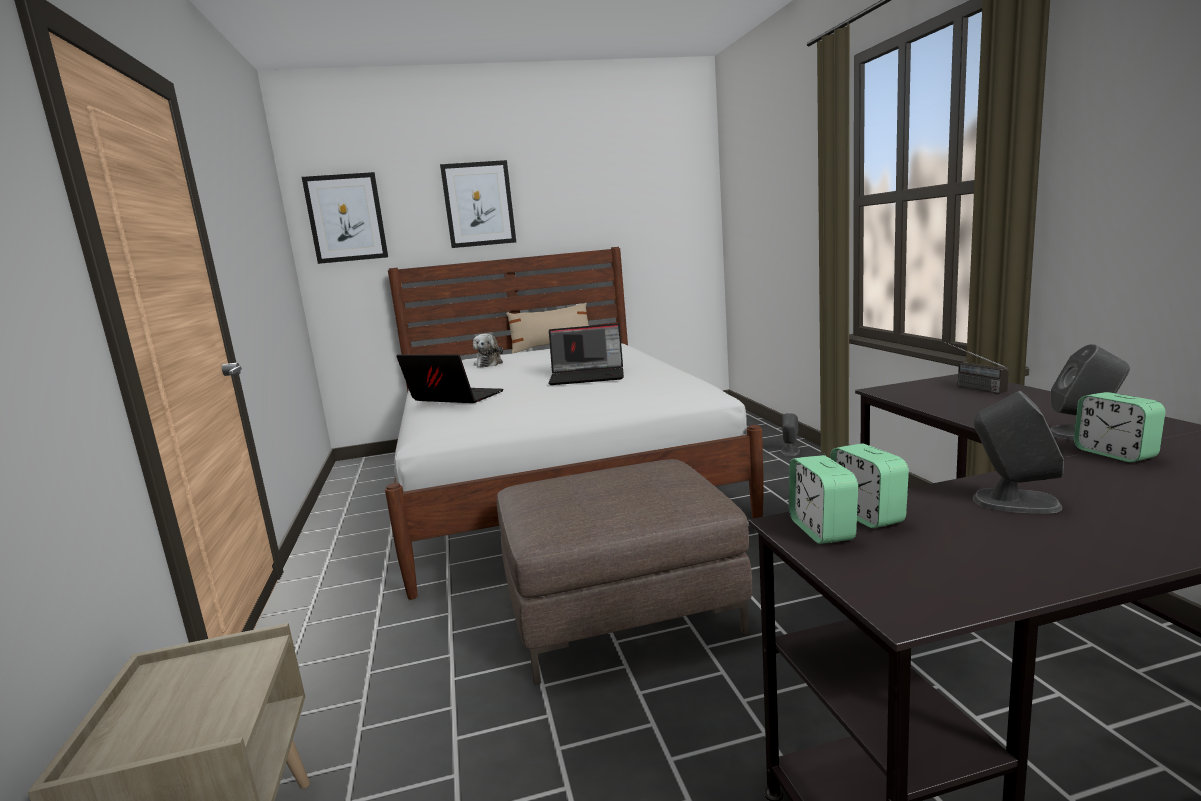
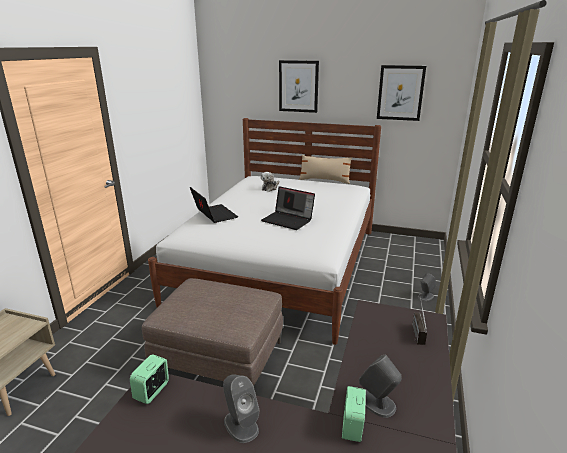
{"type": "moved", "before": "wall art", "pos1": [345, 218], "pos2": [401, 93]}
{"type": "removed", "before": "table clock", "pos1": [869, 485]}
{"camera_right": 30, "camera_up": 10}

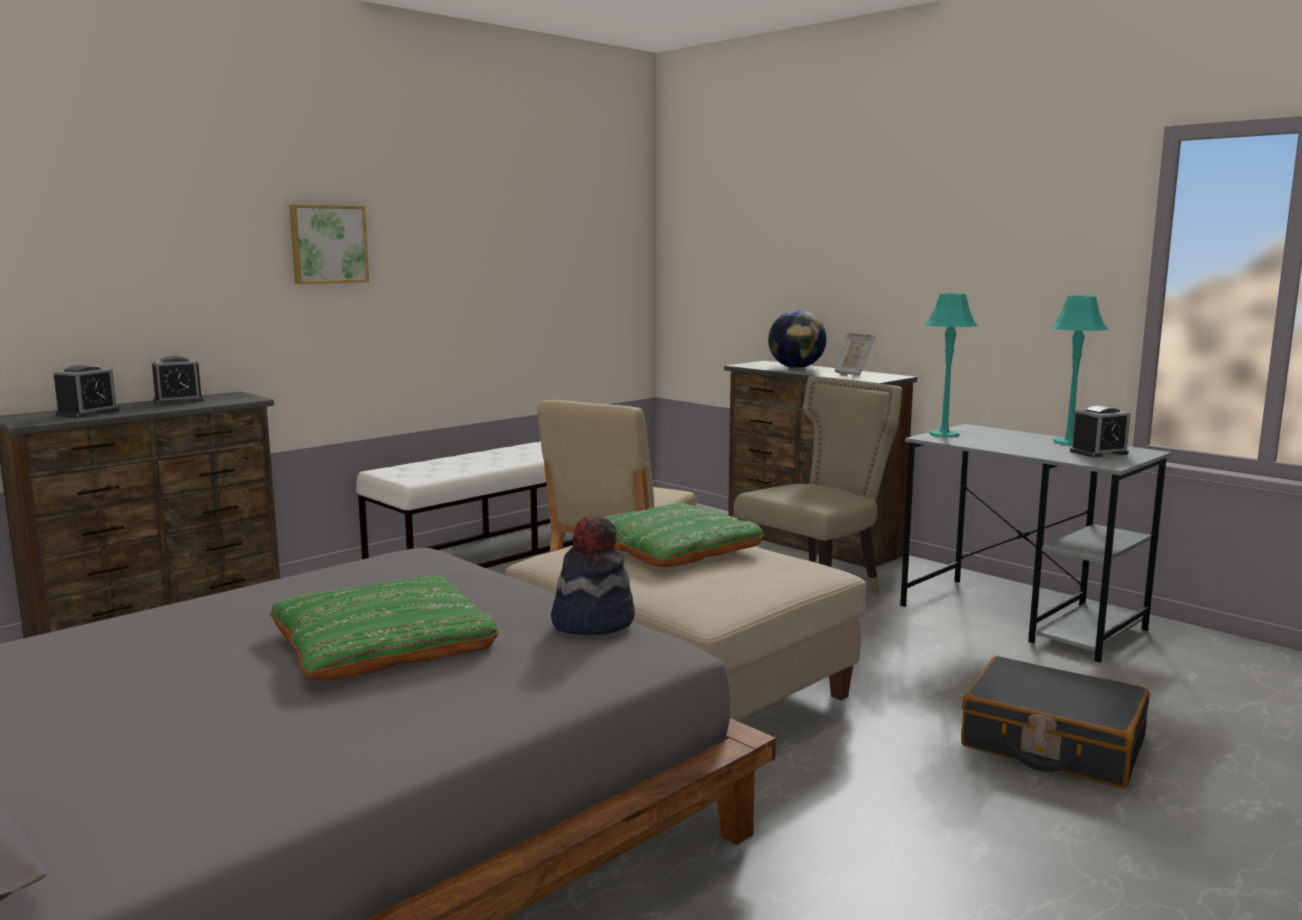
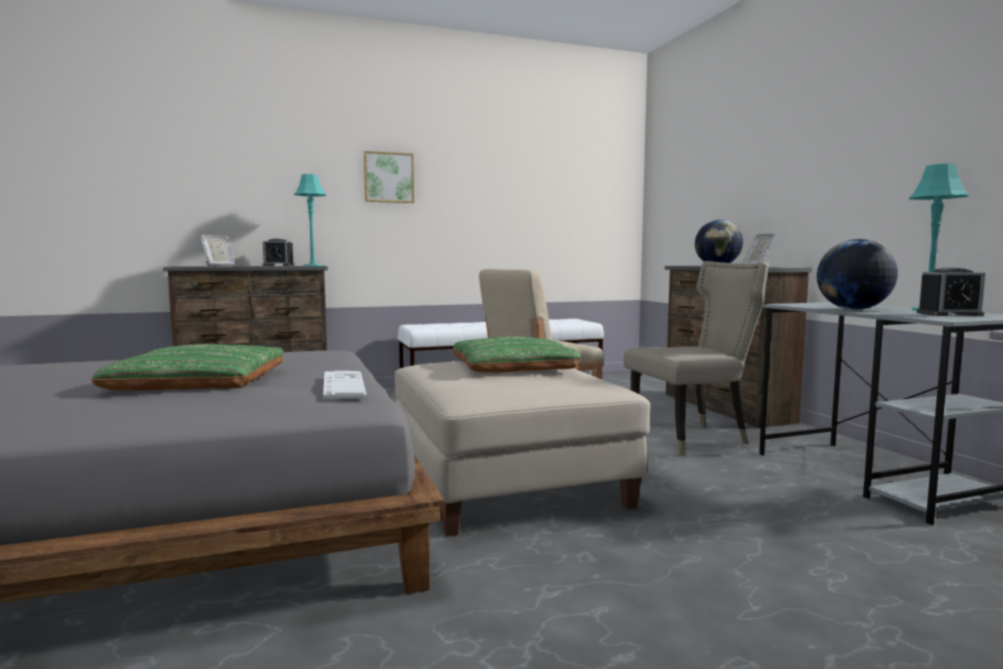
{"type": "replaced", "before": "table clock", "after": "picture frame", "pos1": [86, 391], "pos2": [217, 250]}
{"type": "replaced", "before": "hat", "after": "PC keyboard", "pos1": [593, 575], "pos2": [345, 384]}
{"type": "moved", "before": "blue-green lamp for a table", "pos1": [951, 365], "pos2": [310, 220]}
{"type": "removed", "before": "black travel case", "pos1": [1055, 722]}
{"type": "added", "after": "world globe", "pos2": [857, 274]}
{"camera_right": 25, "camera_up": -5}

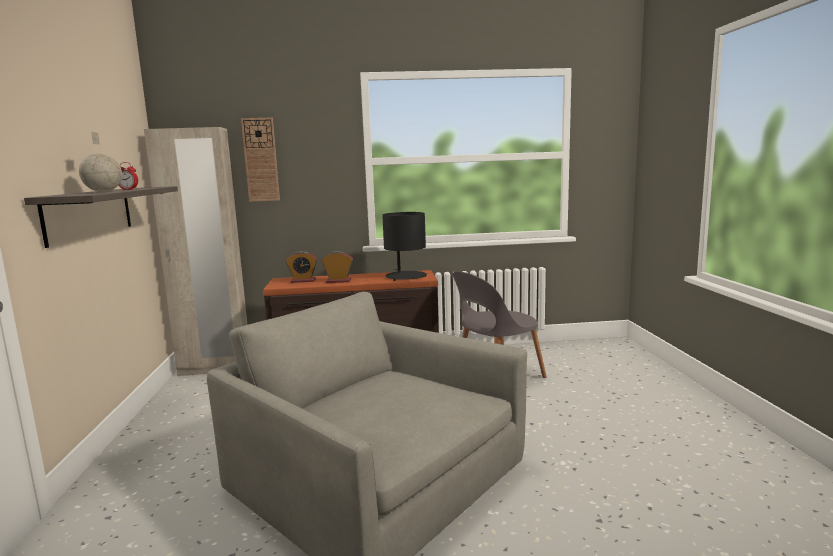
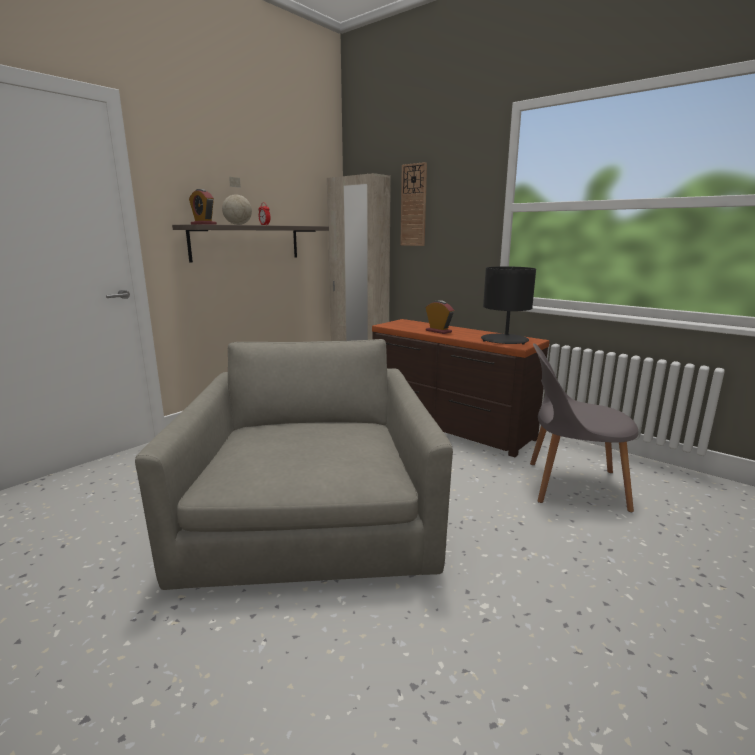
{"type": "moved", "before": "table clock", "pos1": [301, 267], "pos2": [203, 207]}
{"camera_right": 45, "camera_up": 5}

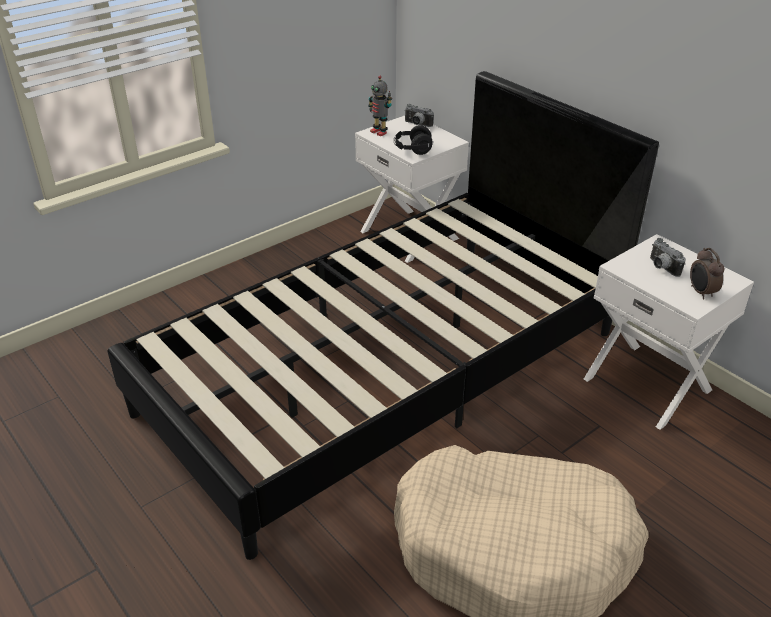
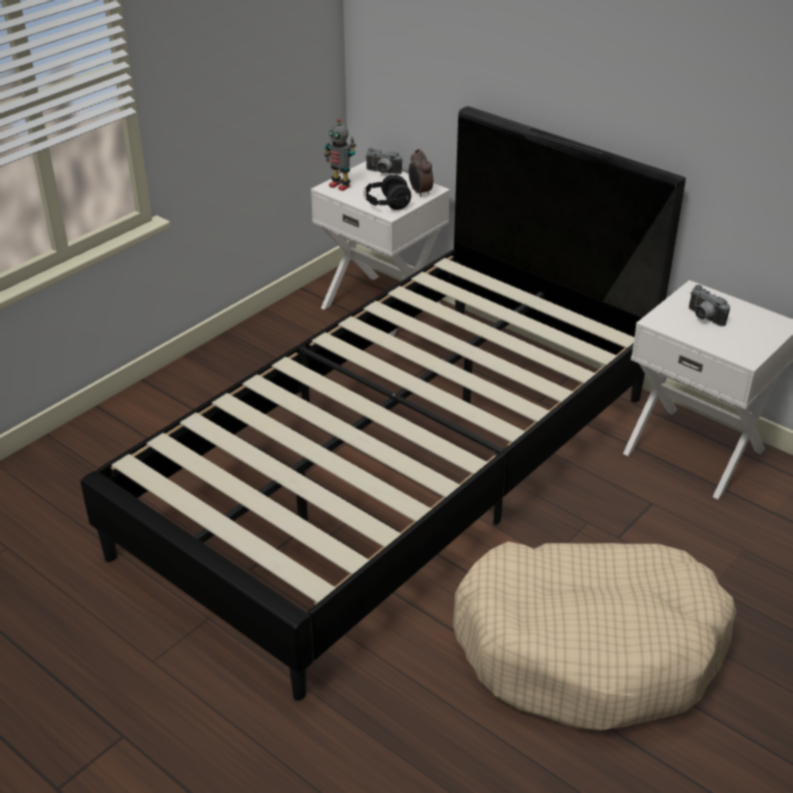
{"type": "moved", "before": "table clock", "pos1": [707, 274], "pos2": [421, 173]}
{"camera_right": -10, "camera_up": 0}

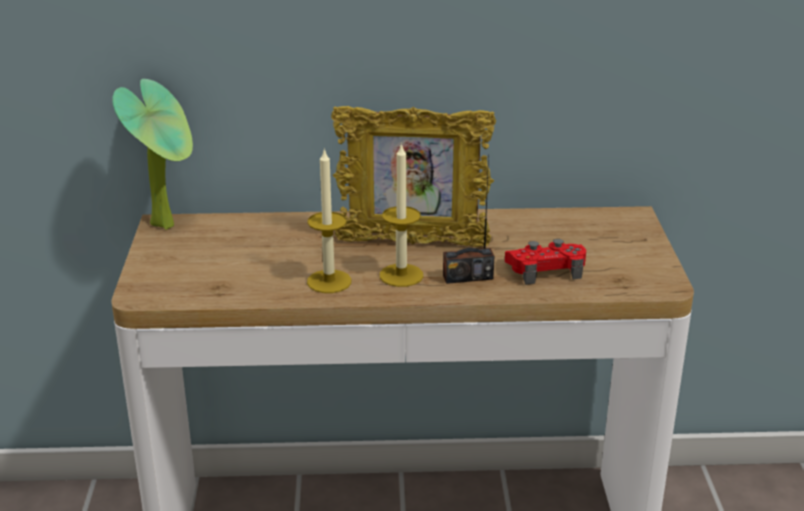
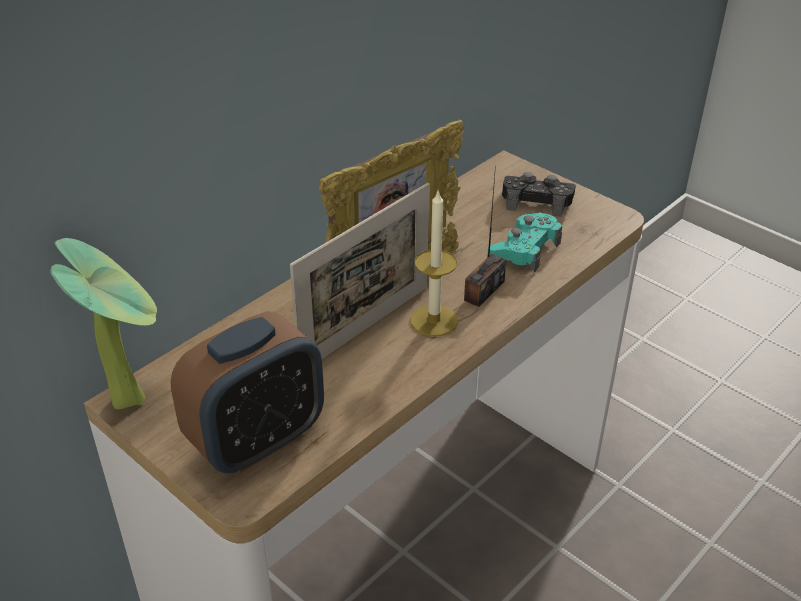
{"type": "removed", "before": "wax light", "pos1": [329, 220]}
{"type": "recoloured", "before": "reddish gamepad", "after": "blue-green gamepad", "pos1": [545, 262], "pos2": [524, 242]}
{"type": "added", "after": "table clock", "pos2": [247, 392]}
{"type": "added", "after": "picture frame", "pos2": [360, 271]}
{"type": "added", "after": "black gamepad", "pos2": [539, 194]}
{"camera_right": -45, "camera_up": 10}

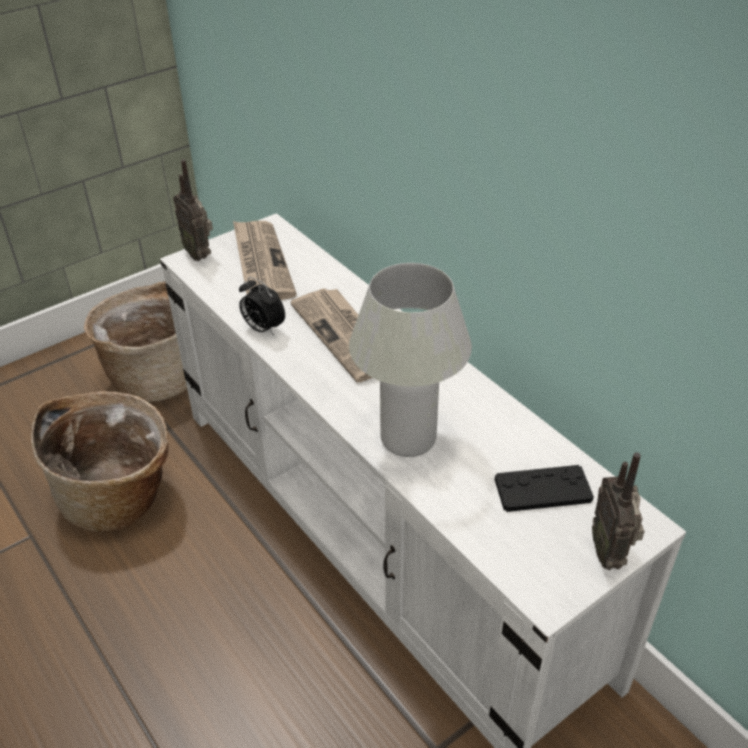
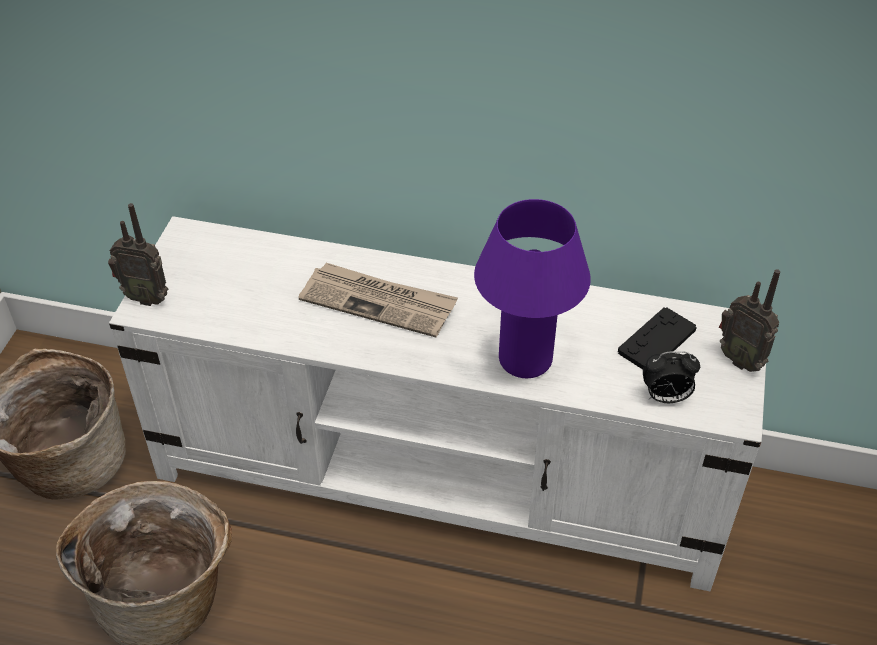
{"type": "removed", "before": "printed paper", "pos1": [265, 260]}
{"type": "moved", "before": "table clock", "pos1": [262, 306], "pos2": [671, 377]}
{"type": "recoloured", "before": "white-coloured lamp for a table", "after": "purple lamp for a table", "pos1": [410, 360], "pos2": [532, 288]}
{"camera_right": -40, "camera_up": 5}

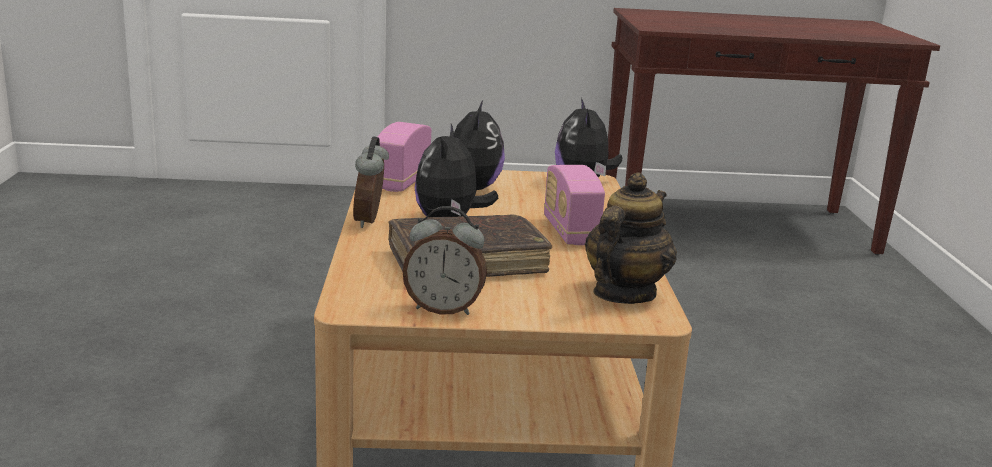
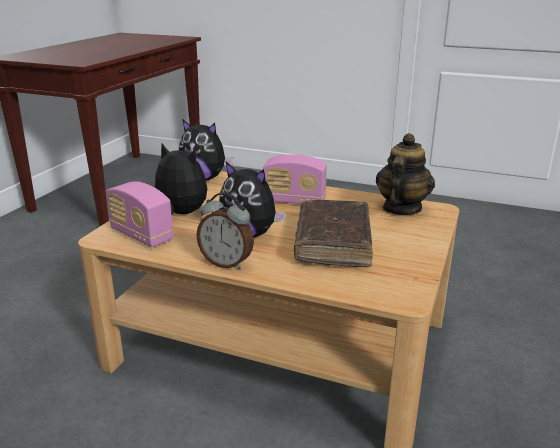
{"type": "removed", "before": "table clock", "pos1": [444, 260]}
{"type": "turned", "before": "teapot", "pos1": [631, 238], "pos2": [405, 174], "turn": 60}
{"camera_right": -65, "camera_up": 5}

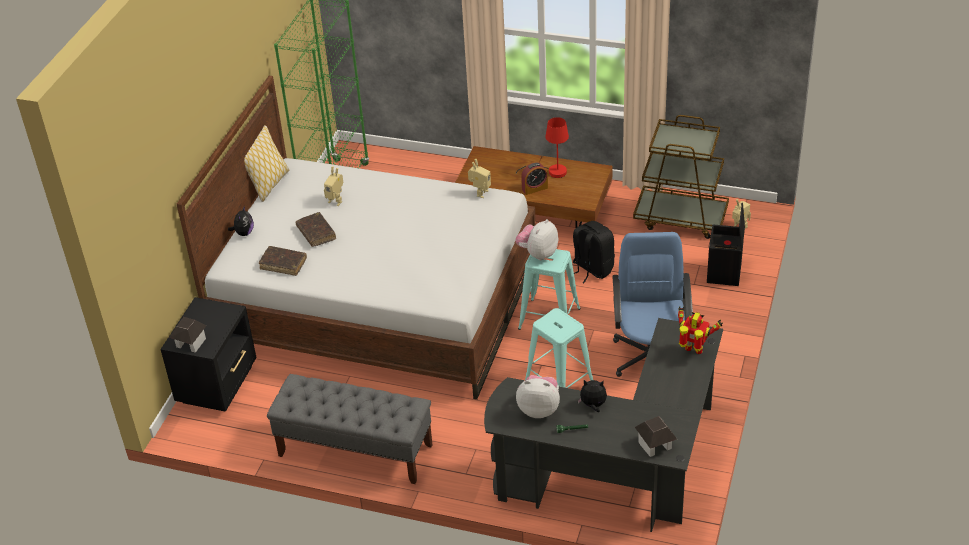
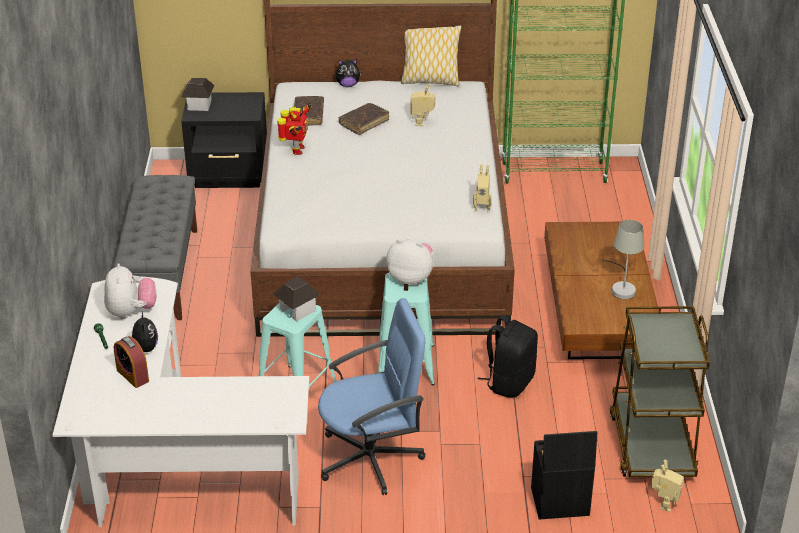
{"type": "recoloured", "before": "black desk table", "after": "white-coloured desk table", "pos1": [603, 425], "pos2": [181, 402]}
{"type": "recoloured", "before": "reddish lamp for a table", "after": "grey lamp for a table", "pos1": [542, 147], "pos2": [623, 259]}
{"type": "moved", "before": "table clock", "pos1": [534, 178], "pos2": [131, 362]}
{"type": "moved", "before": "model house", "pos1": [656, 436], "pos2": [296, 299]}
{"type": "moved", "before": "robot figure", "pos1": [700, 330], "pos2": [294, 128]}
{"camera_right": 70, "camera_up": -5}

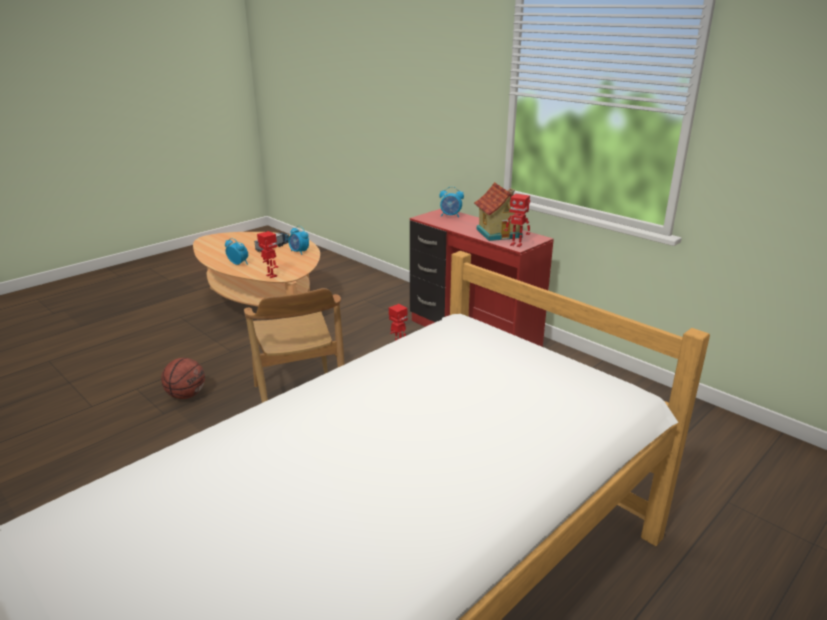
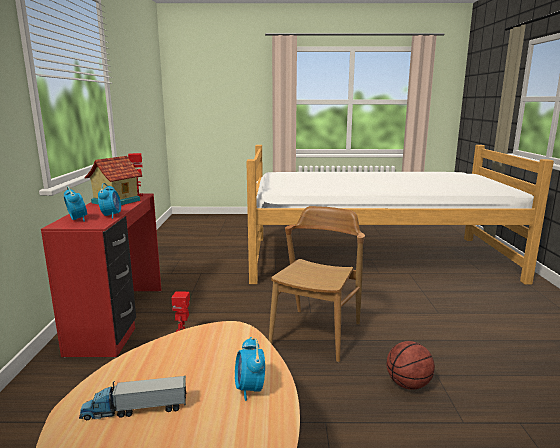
{"type": "removed", "before": "robot figure", "pos1": [268, 254]}
{"type": "moved", "before": "table clock", "pos1": [298, 240], "pos2": [109, 201]}
{"camera_right": -135, "camera_up": -10}

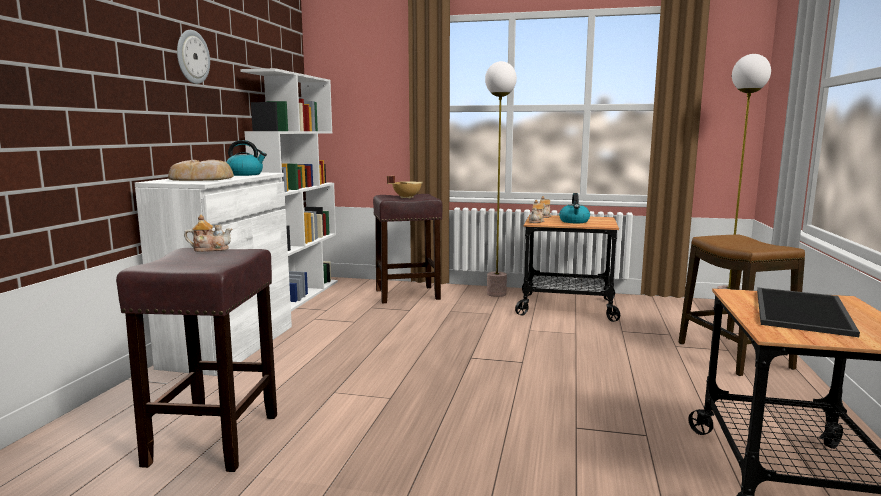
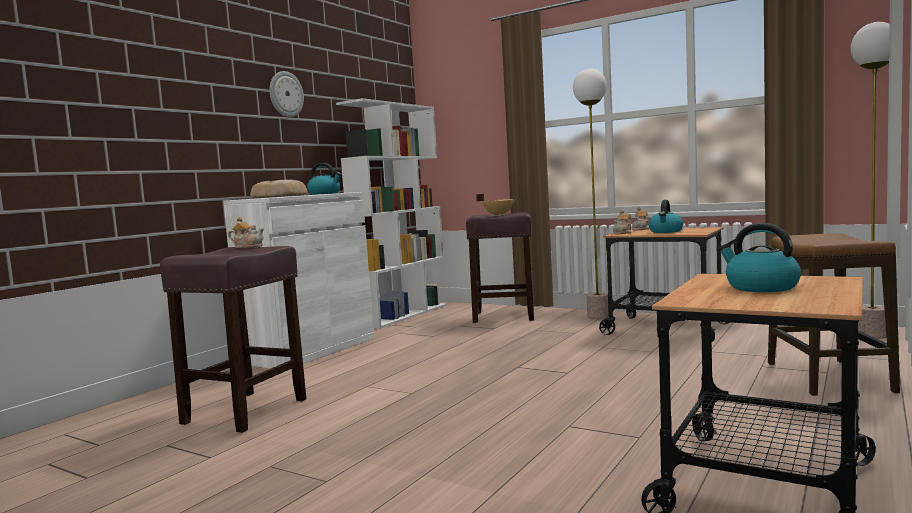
{"type": "replaced", "before": "carrying tray", "after": "tea kettle", "pos1": [808, 312], "pos2": [759, 257]}
{"camera_right": 20, "camera_up": -5}

